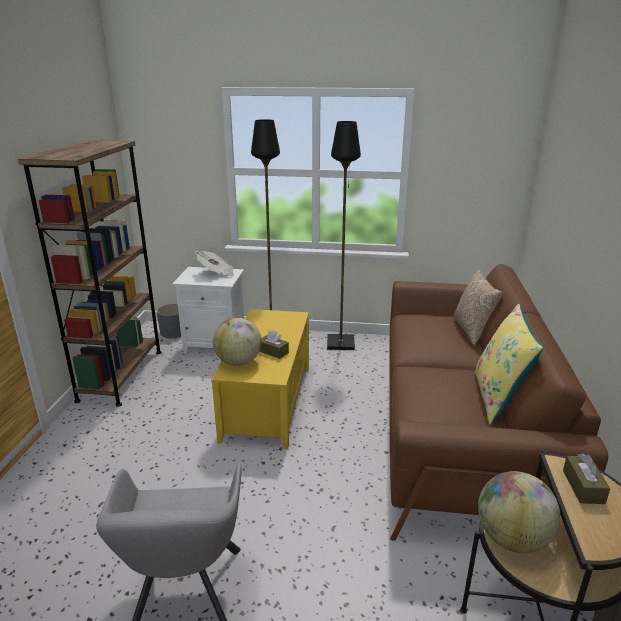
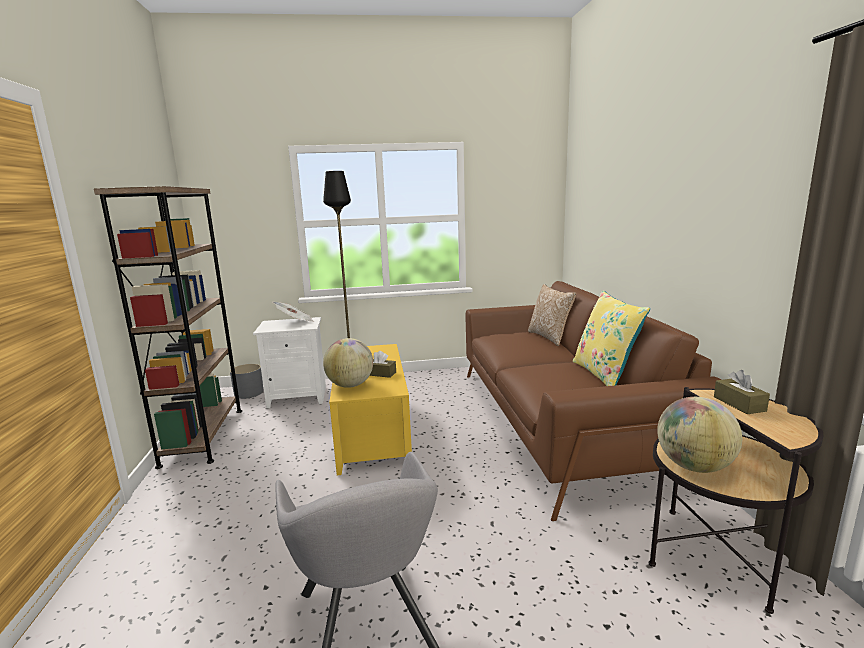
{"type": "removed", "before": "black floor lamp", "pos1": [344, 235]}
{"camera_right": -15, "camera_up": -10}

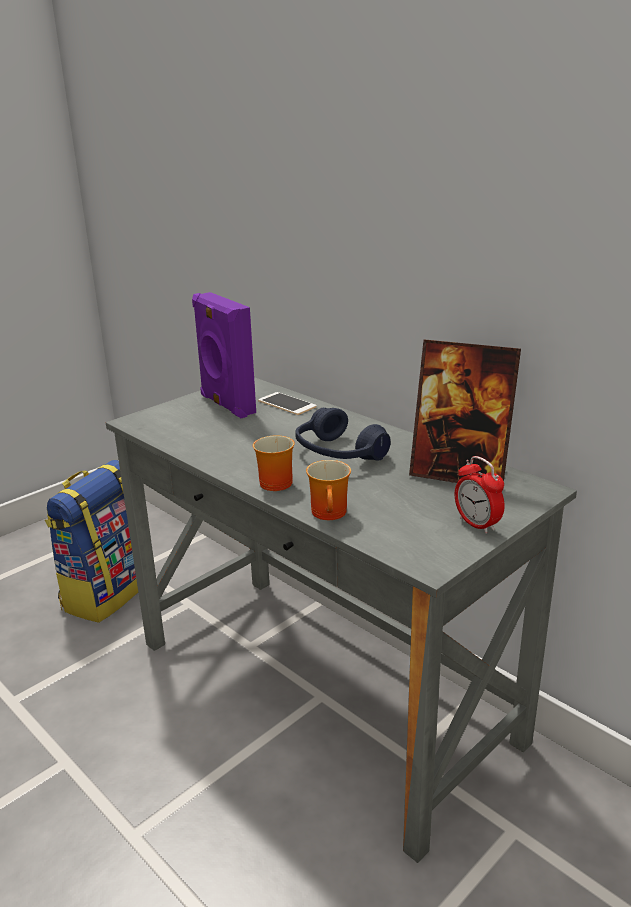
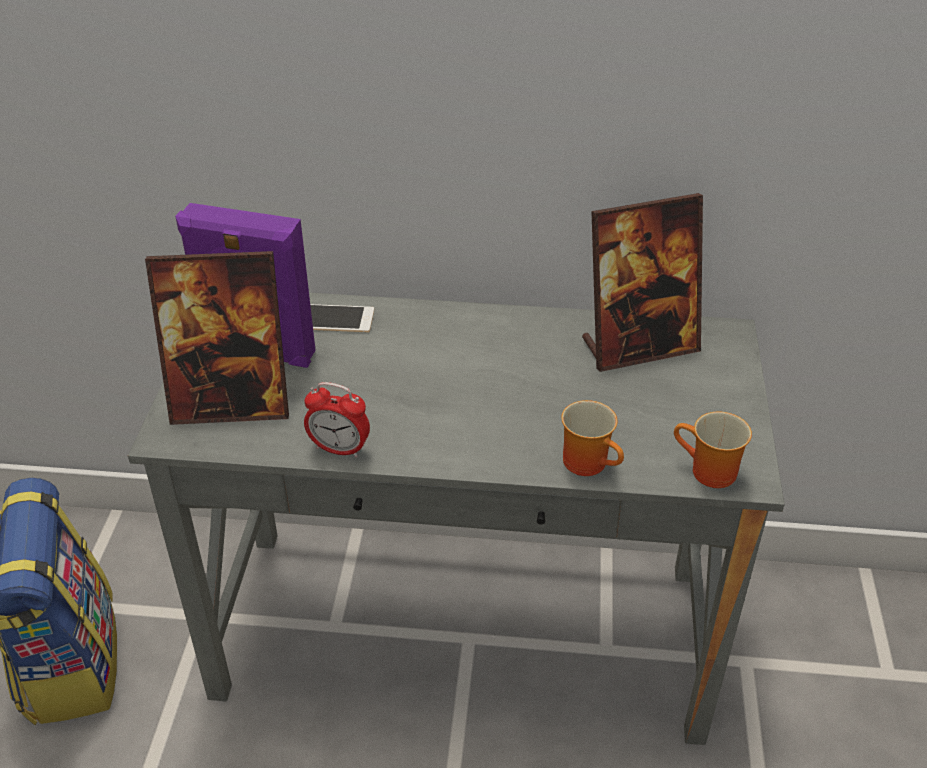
{"type": "moved", "before": "tea mug", "pos1": [274, 463], "pos2": [713, 450]}
{"type": "removed", "before": "blue-coloured pair of headphones", "pos1": [343, 434]}
{"type": "moved", "before": "table clock", "pos1": [480, 495], "pos2": [337, 420]}
{"type": "added", "after": "picture frame", "pos2": [217, 338]}
{"camera_right": -40, "camera_up": 15}

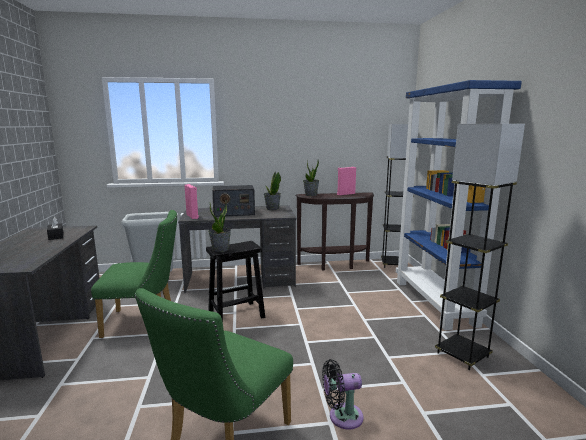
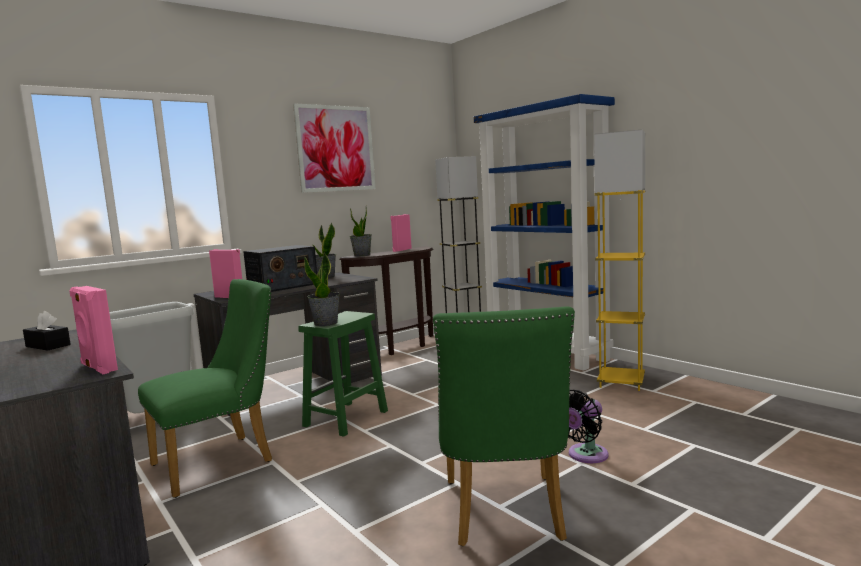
{"type": "recoloured", "before": "black sitting stool", "after": "greenish sitting stool", "pos1": [235, 281], "pos2": [343, 374]}
{"type": "recoloured", "before": "grey floor lamp", "after": "yellow floor lamp", "pos1": [480, 247], "pos2": [619, 260]}
{"type": "added", "after": "pink loudspeaker", "pos2": [93, 330]}
{"type": "added", "after": "wall art", "pos2": [334, 148]}
{"camera_right": -30, "camera_up": -5}

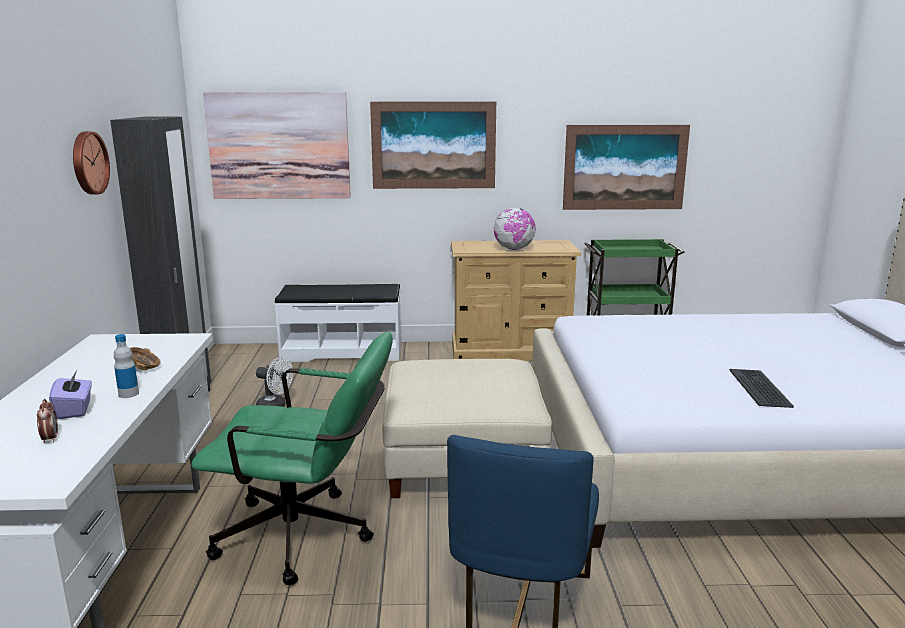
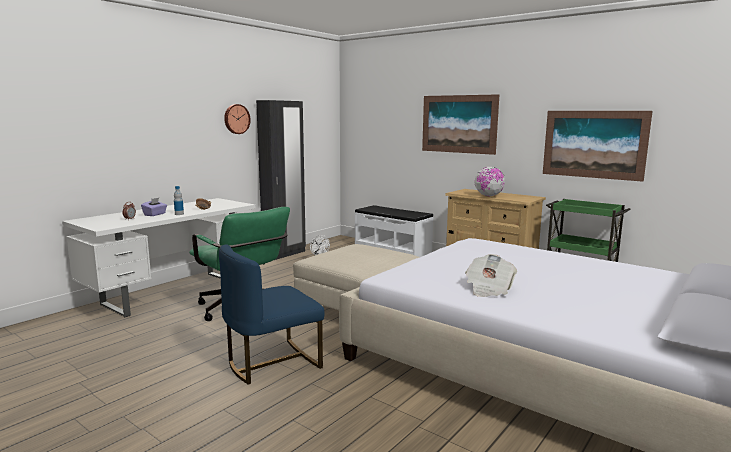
{"type": "removed", "before": "wall art", "pos1": [277, 145]}
{"type": "replaced", "before": "PC keyboard", "after": "printed paper", "pos1": [761, 388], "pos2": [491, 275]}
{"camera_right": 40, "camera_up": -5}

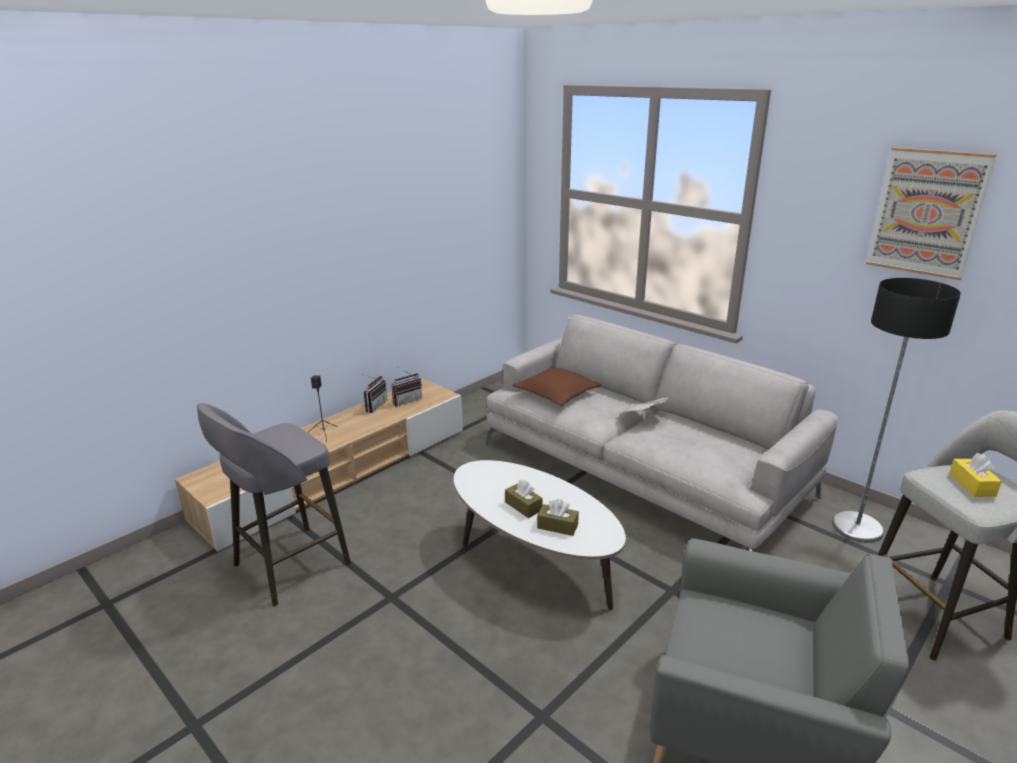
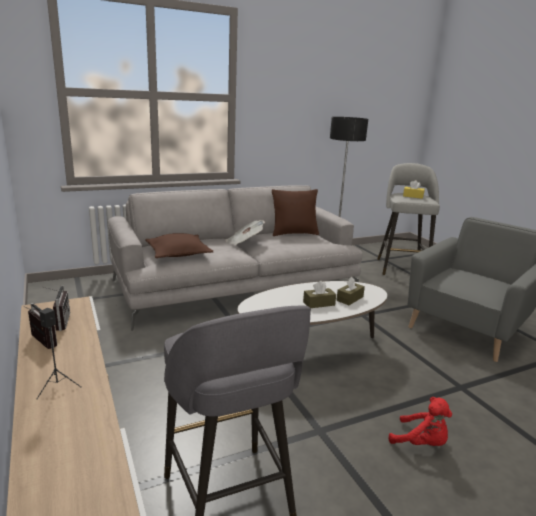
{"type": "removed", "before": "wall art", "pos1": [931, 213]}
{"type": "added", "after": "brown-coloured throw pillow", "pos2": [295, 212]}
{"type": "added", "after": "reddish cuddly toy", "pos2": [420, 421]}
{"camera_right": -70, "camera_up": -5}

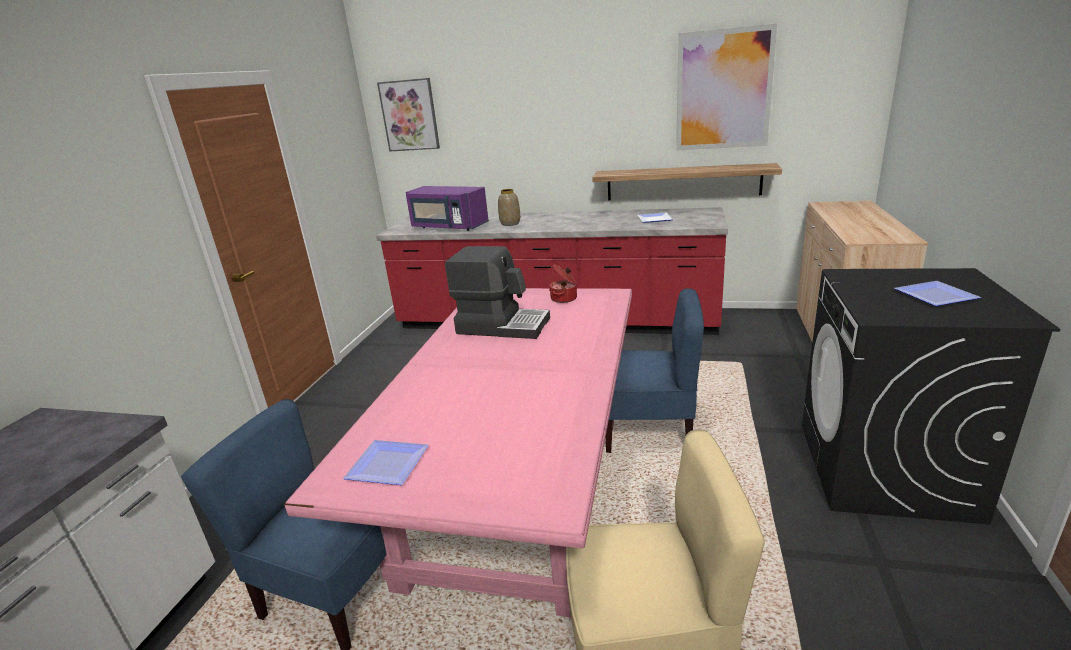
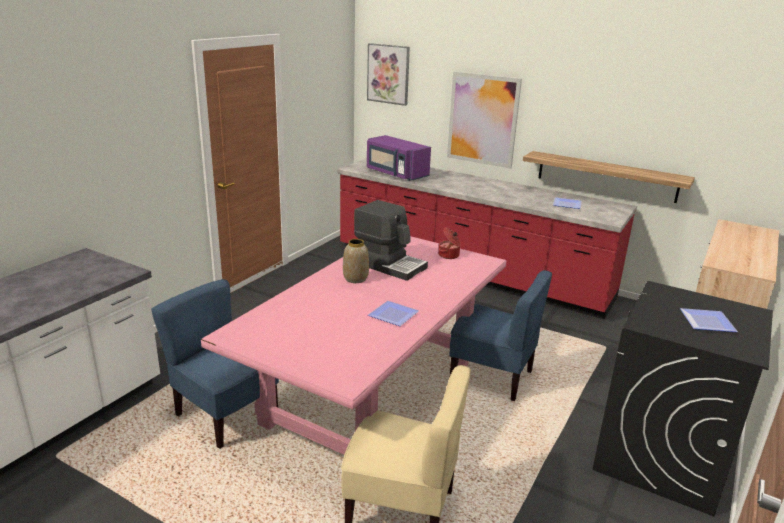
{"type": "moved", "before": "flat dish", "pos1": [386, 462], "pos2": [393, 313]}
{"type": "moved", "before": "vase", "pos1": [509, 207], "pos2": [356, 261]}
{"type": "moved", "before": "wall art", "pos1": [726, 87], "pos2": [484, 120]}
{"camera_right": 15, "camera_up": 0}

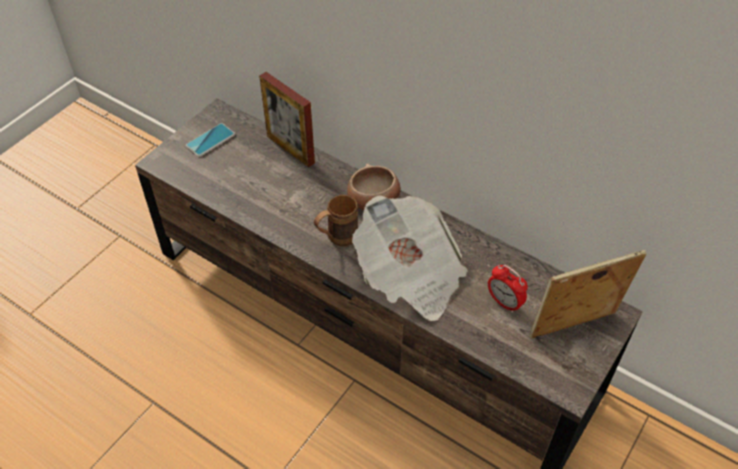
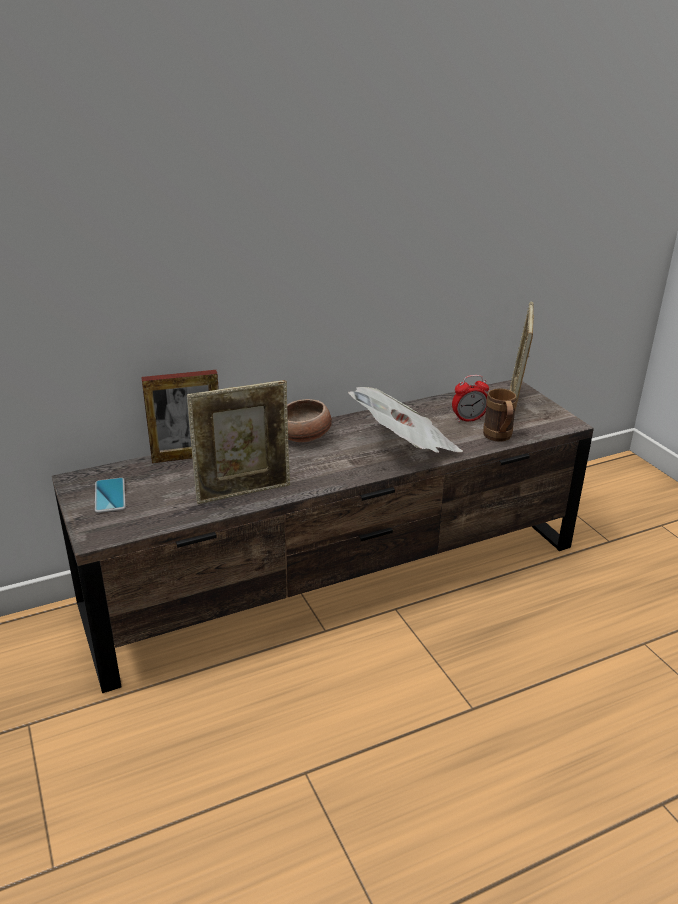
{"type": "moved", "before": "brown-coloured tea mug", "pos1": [336, 220], "pos2": [500, 415]}
{"type": "added", "after": "picture frame", "pos2": [238, 442]}
{"camera_right": -60, "camera_up": -20}

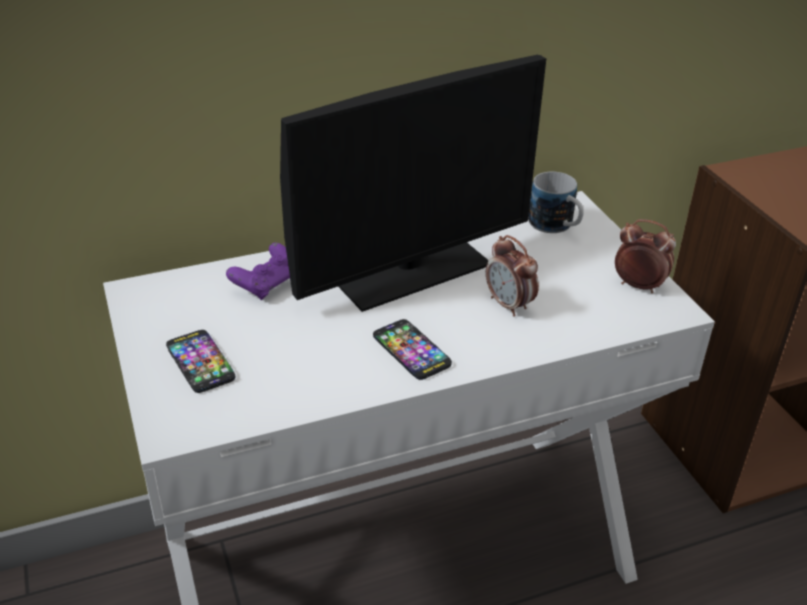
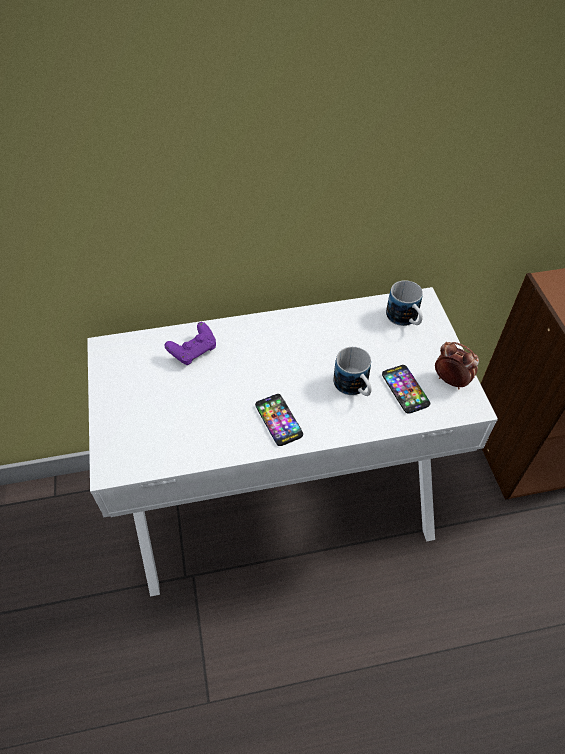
{"type": "moved", "before": "phone", "pos1": [200, 361], "pos2": [406, 389]}
{"type": "removed", "before": "computer display", "pos1": [413, 183]}
{"type": "replaced", "before": "table clock", "after": "tea mug", "pos1": [512, 276], "pos2": [353, 371]}
{"camera_right": 10, "camera_up": 15}

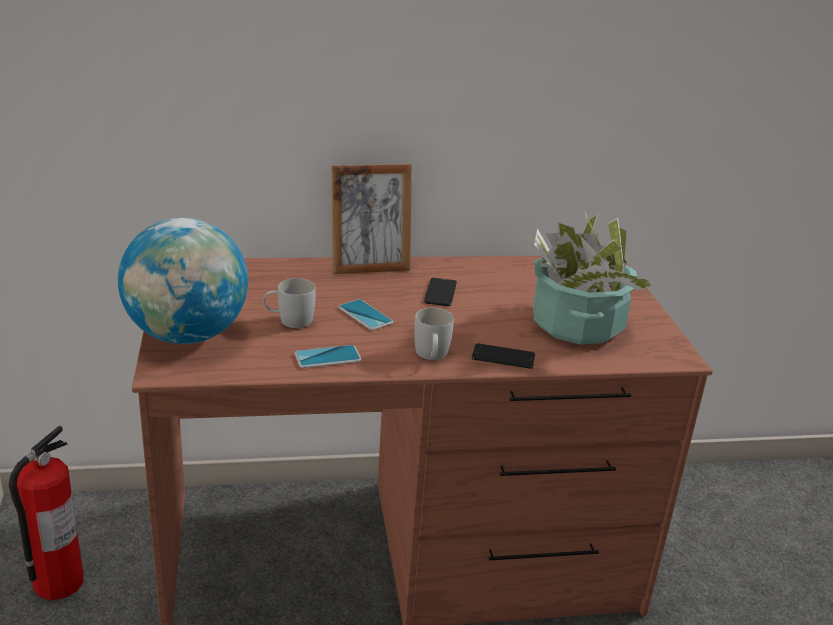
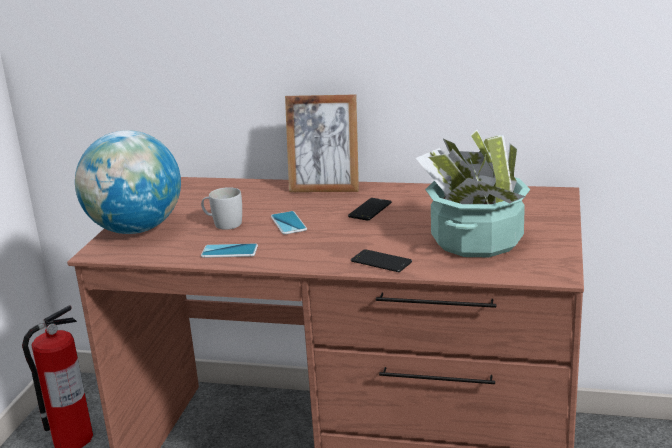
{"type": "removed", "before": "white-coloured tea mug", "pos1": [434, 334]}
{"camera_right": 25, "camera_up": -5}

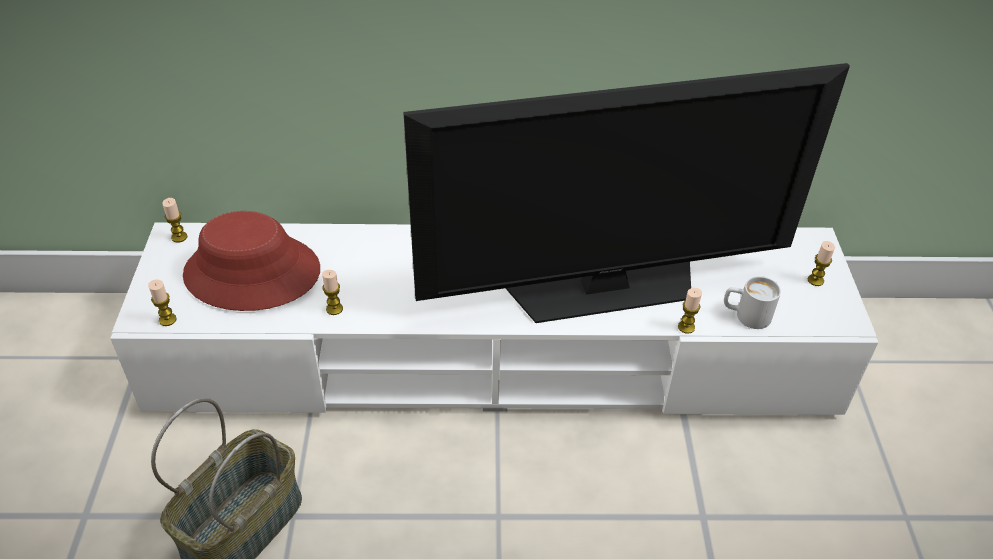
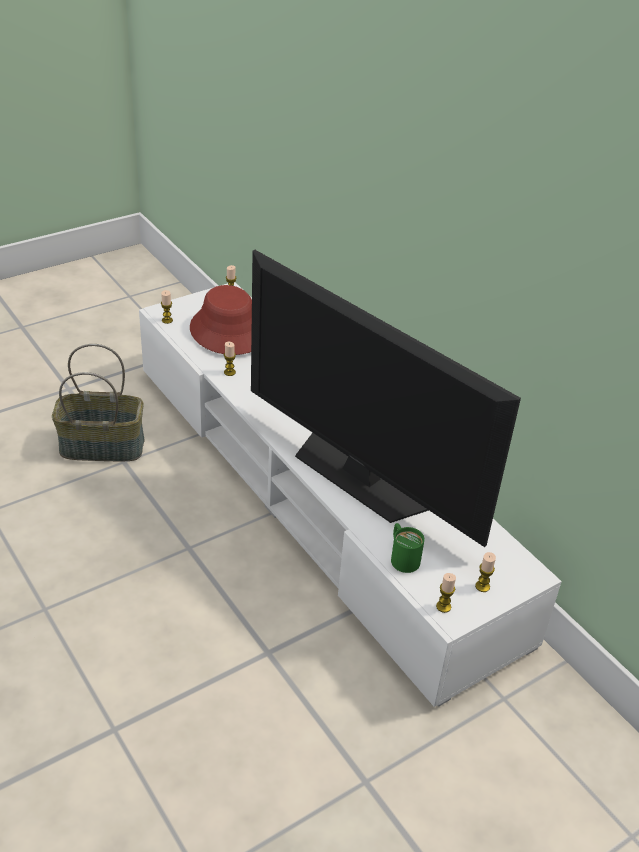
{"type": "moved", "before": "wax light", "pos1": [690, 311], "pos2": [446, 593]}
{"type": "recoloured", "before": "white-coloured tea mug", "after": "greenish tea mug", "pos1": [752, 302], "pos2": [408, 548]}
{"camera_right": 55, "camera_up": -5}

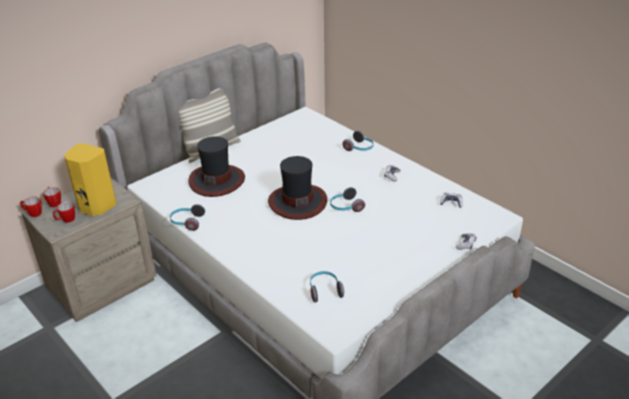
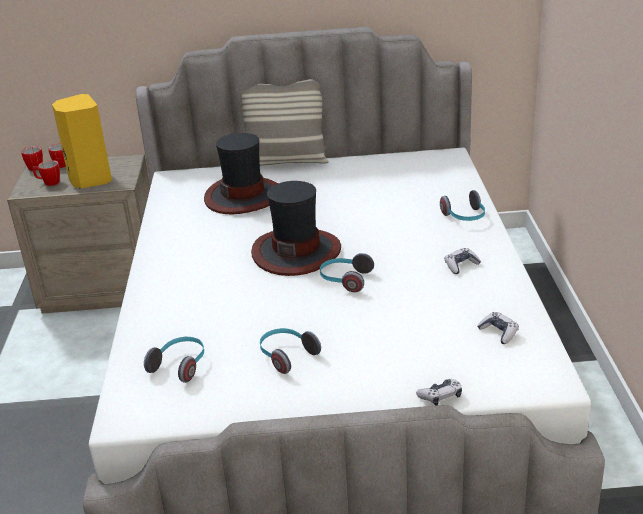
{"type": "moved", "before": "pair of headphones", "pos1": [187, 217], "pos2": [290, 351]}
{"camera_right": 40, "camera_up": -5}

